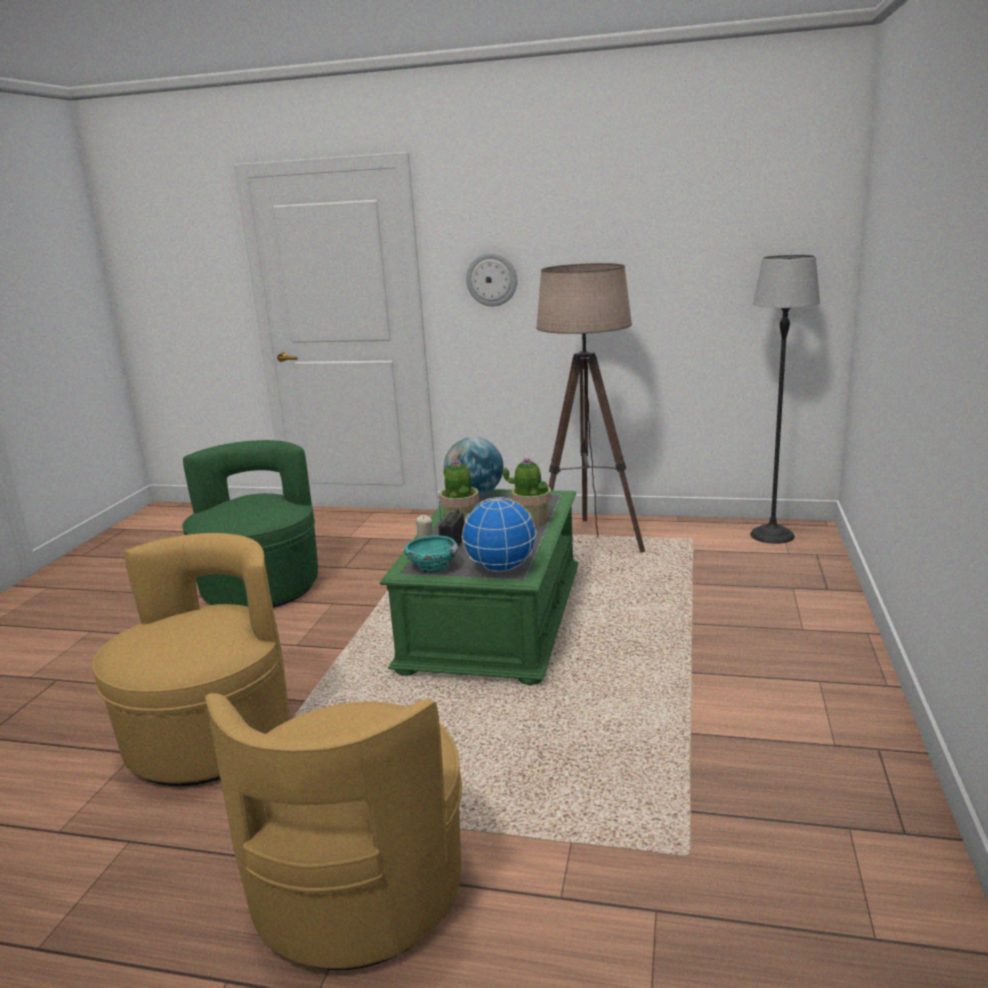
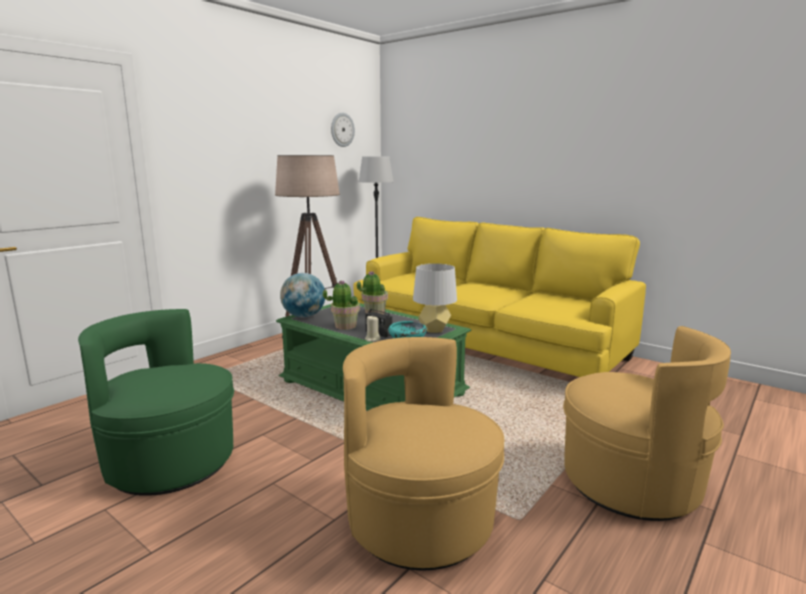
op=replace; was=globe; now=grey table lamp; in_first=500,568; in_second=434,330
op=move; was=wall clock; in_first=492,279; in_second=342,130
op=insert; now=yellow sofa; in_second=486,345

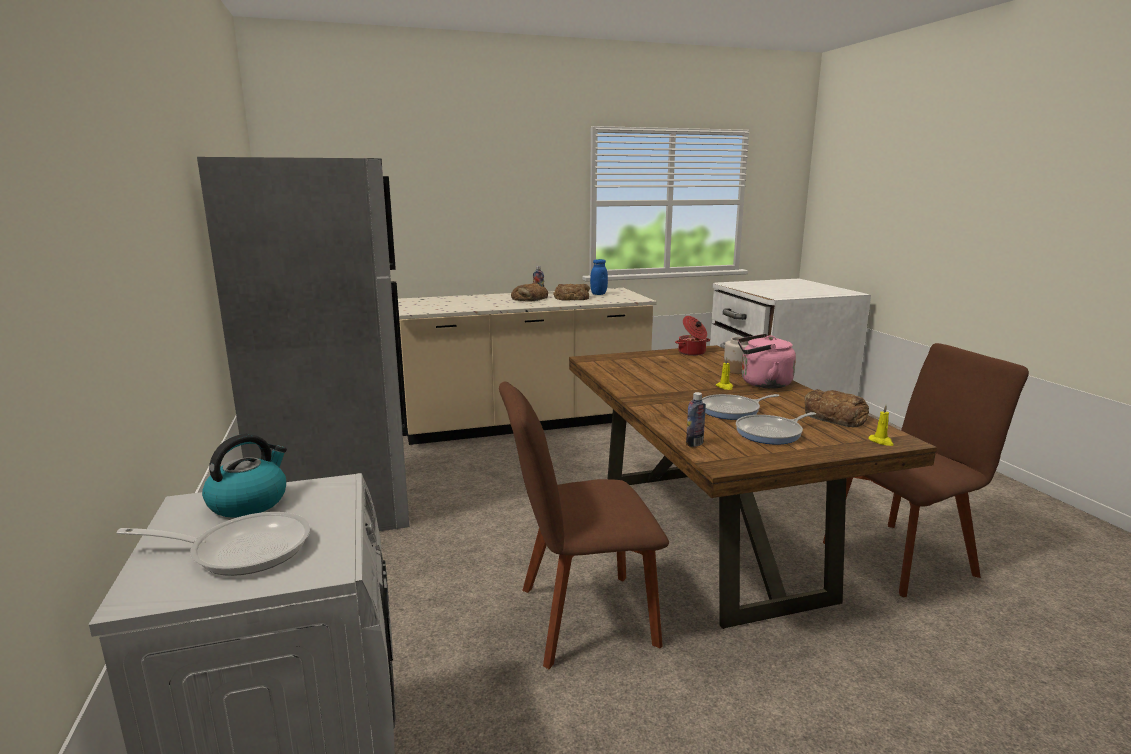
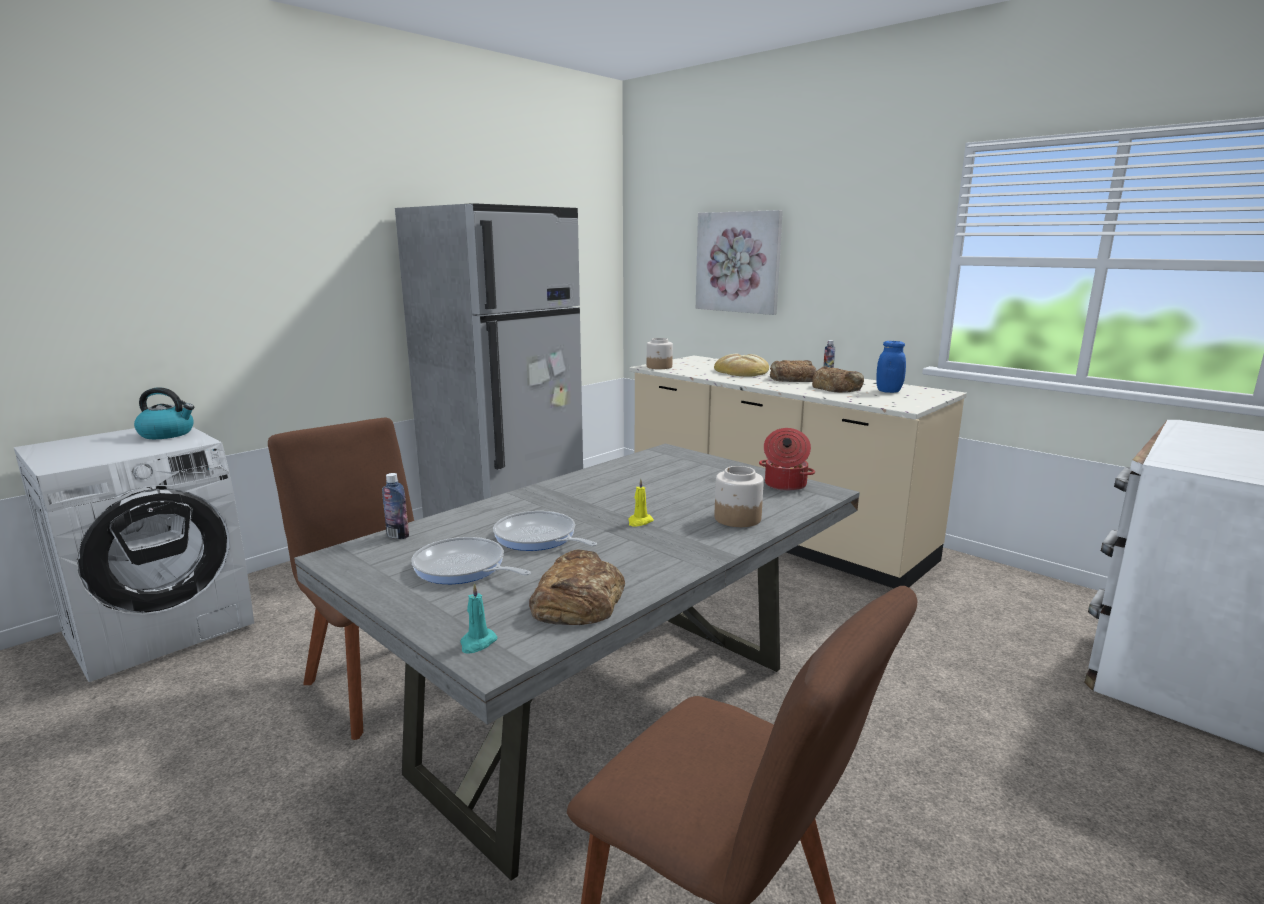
op=delete; was=frying pan; in_first=242,549
op=recolor; was=brown dining table; now=grey dining table; in_first=707,537; in_second=610,719
op=delete; was=pink kettle; in_first=762,384
op=recolor; was=yellow candle; now=turquoise candle; in_first=881,441; in_second=477,643
op=insert; now=jar; in_second=659,367
op=insert; now=picture; in_second=738,262
op=insert; now=bread; in_second=742,371

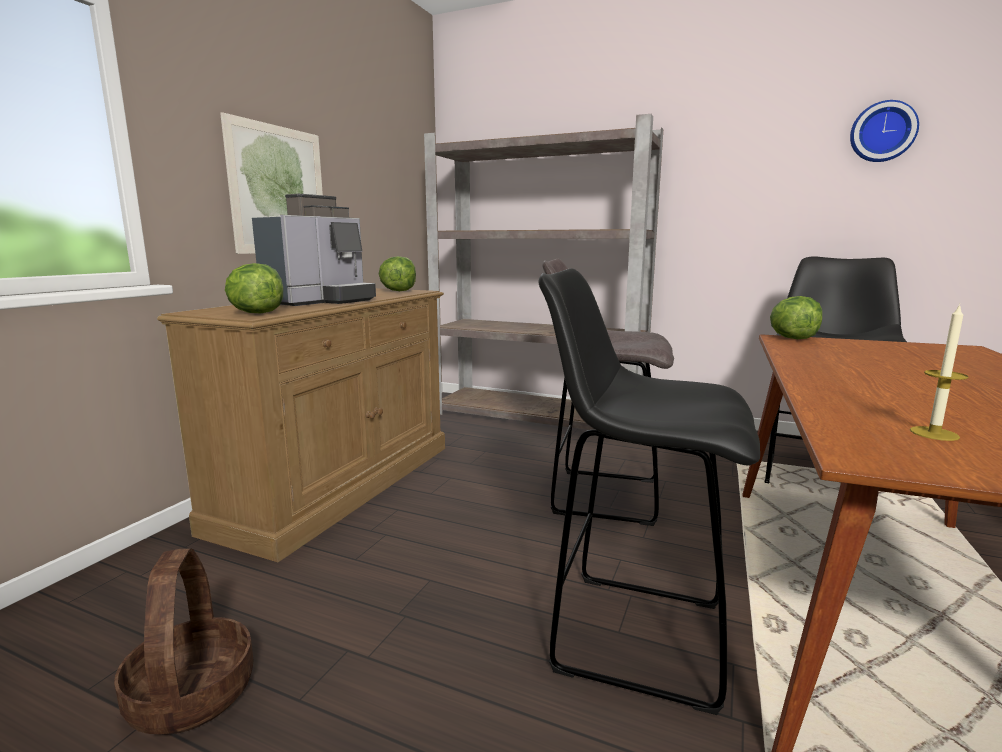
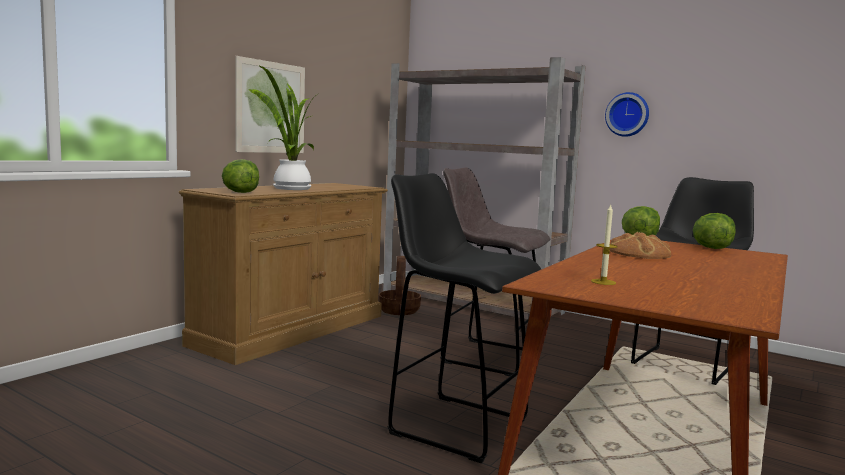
op=move; was=basket; in_first=191,694; in_second=398,310
op=replace; was=coffee machine; now=potted plant; in_first=321,301; in_second=289,188
op=move; was=lettuce; in_first=398,291; in_second=711,248
op=move; was=wall clock; in_first=882,132; in_second=627,114
op=insert; now=bread; in_second=639,253

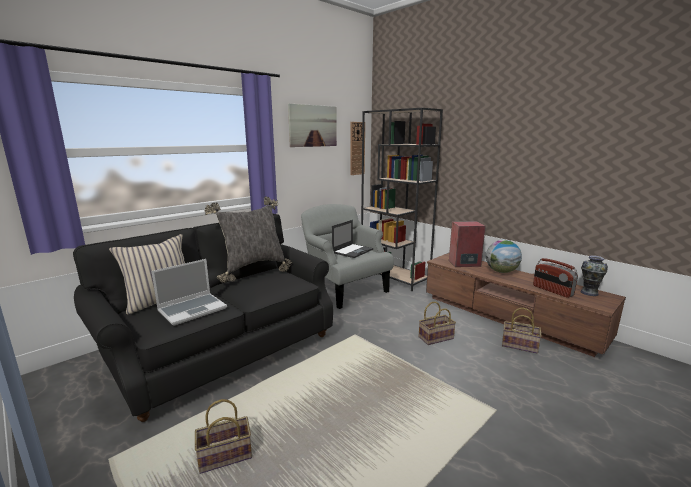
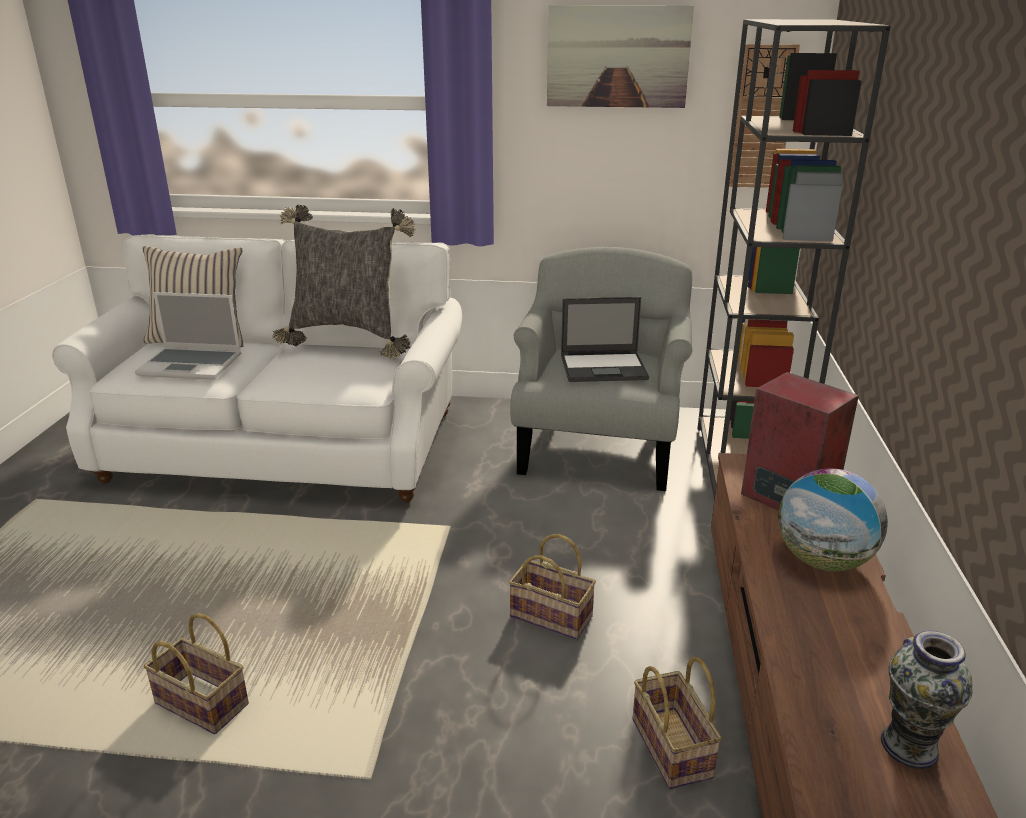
op=recolor; was=black sofa; now=white sofa; in_first=221,348; in_second=286,446
op=move; was=basket; in_first=224,457; in_second=199,704
op=delete; was=radio; in_first=552,290

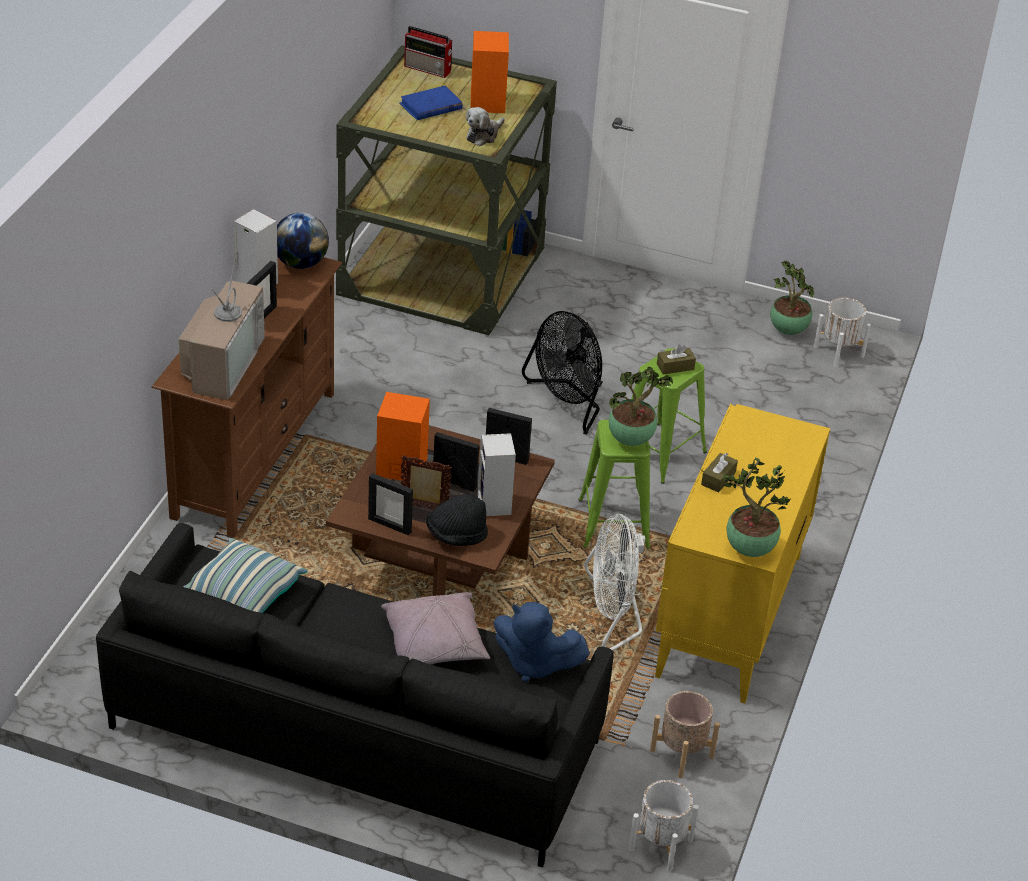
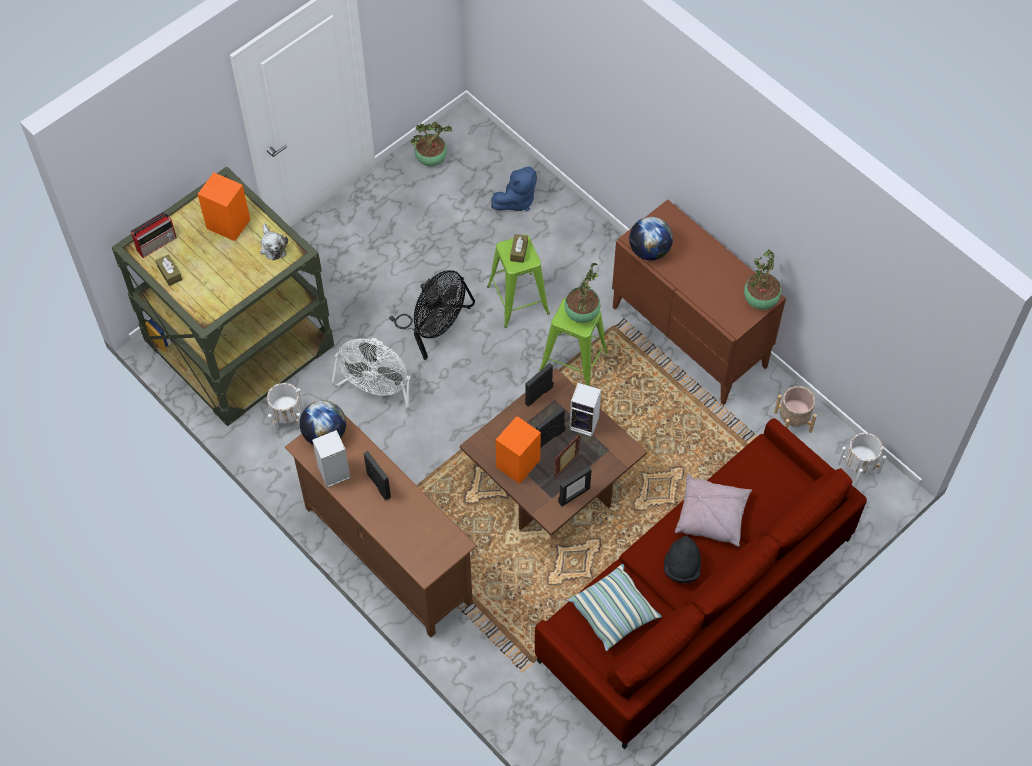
op=recolor; was=black sofa; now=red sofa; in_first=355,732; in_second=694,598
op=delete; was=television; in_first=222,363
op=delete; was=blue book; in_first=430,106
op=move; was=black hat; in_first=456,535; in_second=682,567
op=move; was=blue plush toy; in_first=534,663; in_second=516,200
op=rotate; was=black fan; in_first=570,399; in_second=433,327; clockwise=-45
op=move; was=white fan; in_first=620,611; in_second=376,383
op=recolor; was=yellow cabinet; now=brown cabinet; in_first=729,615; in_second=689,337
op=move; was=brown tissue box; in_first=718,478; in_second=169,273
op=move; was=white planter; in_first=838,351; in_second=287,418
op=insert; now=globe; in_second=649,250

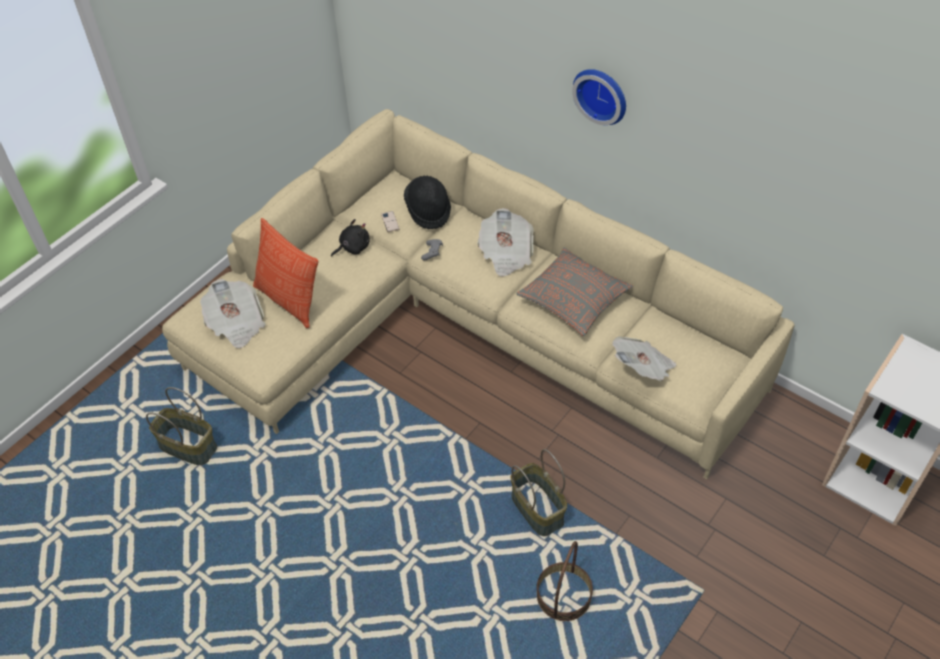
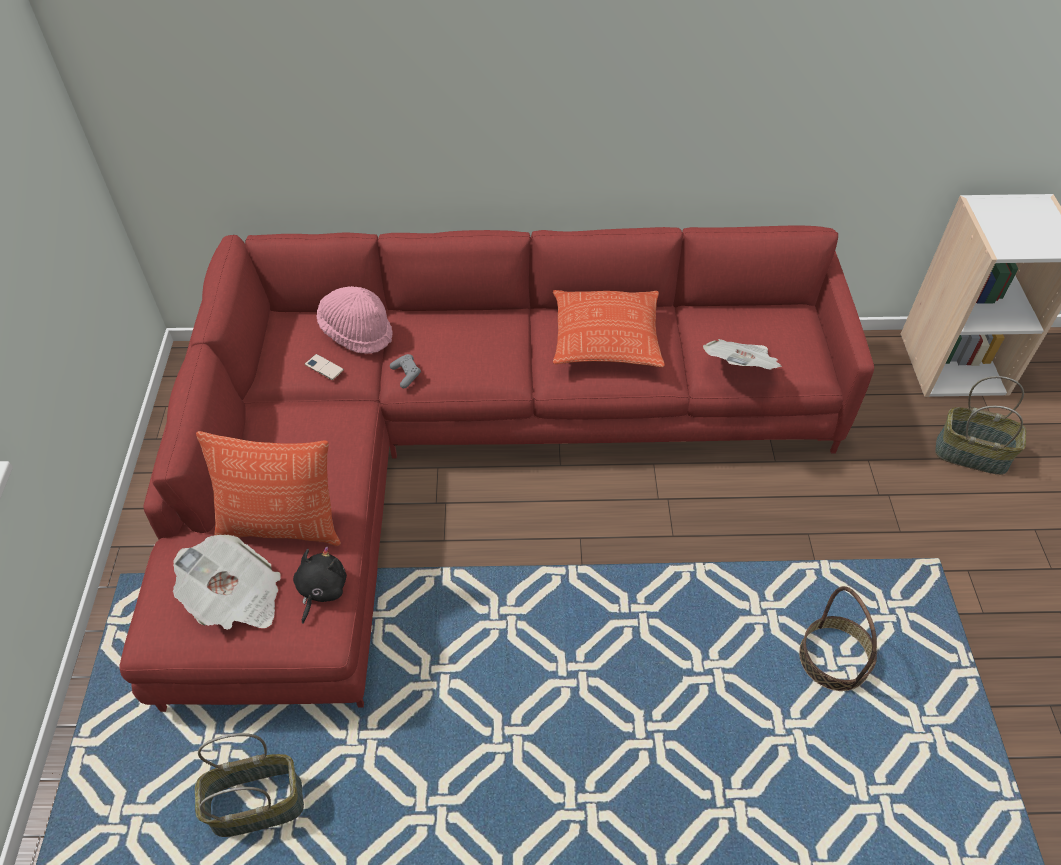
op=recolor; was=beige sofa; now=red sofa; in_first=461,325; in_second=463,449
op=move; was=black plush toy; in_first=353,247; in_second=321,590
op=recolor; was=black hat; now=pink hat; in_first=428,210; in_second=357,332
op=delete; was=newspaper; in_first=506,254
op=move; was=basket; in_first=538,509; in_second=972,453
op=recolor; was=grey pillow; now=orange pillow; in_first=573,300; in_second=605,340
op=delete; was=wall clock; in_first=602,94

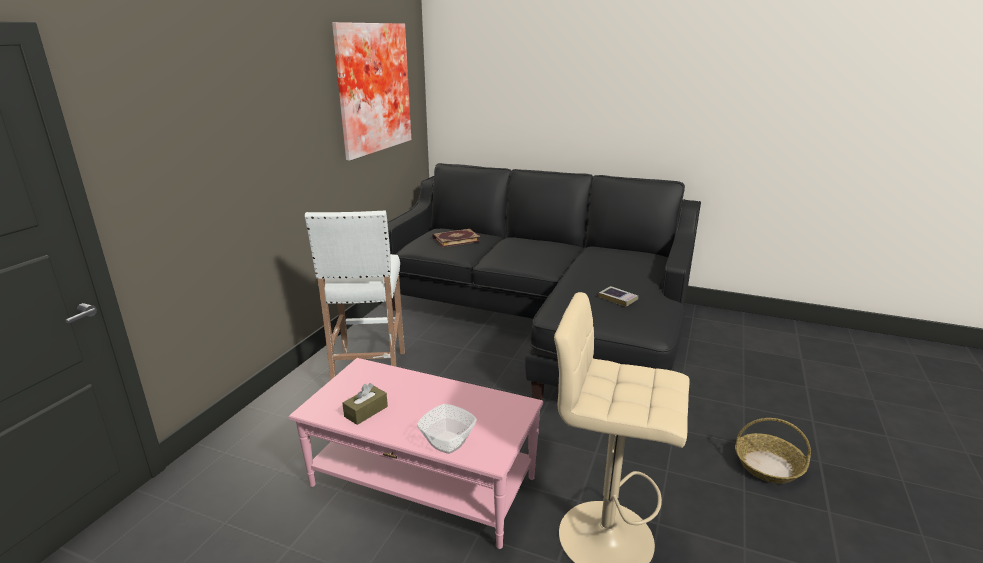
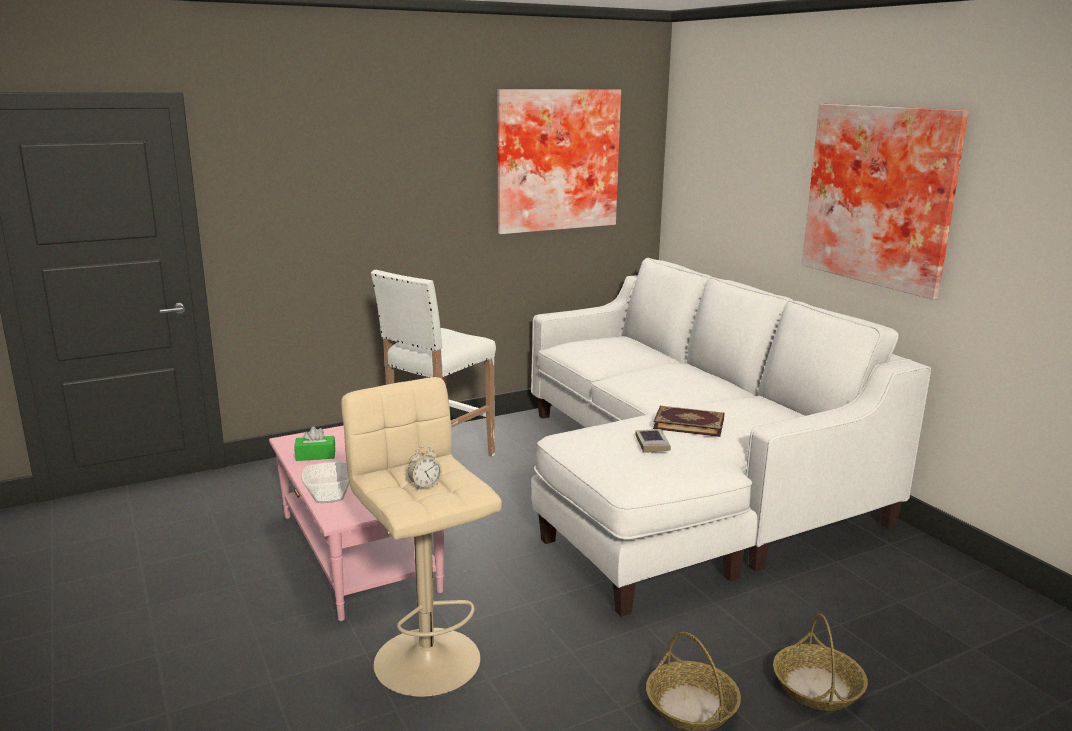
op=recolor; was=brown tissue box; now=green tissue box; in_first=366,411; in_second=315,455
op=recolor; was=black sofa; now=white sofa; in_first=546,322; in_second=680,480
op=move; was=book; in_first=456,239; in_second=689,423
op=insert; now=alarm clock; in_second=425,485
op=insert; now=basket; in_second=817,688
op=insert; now=picture; in_second=882,196

